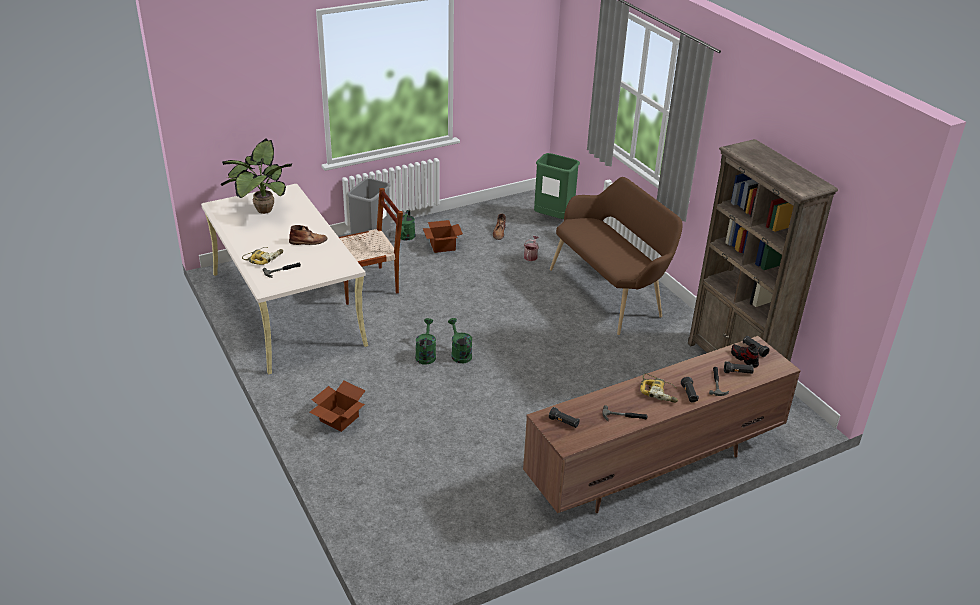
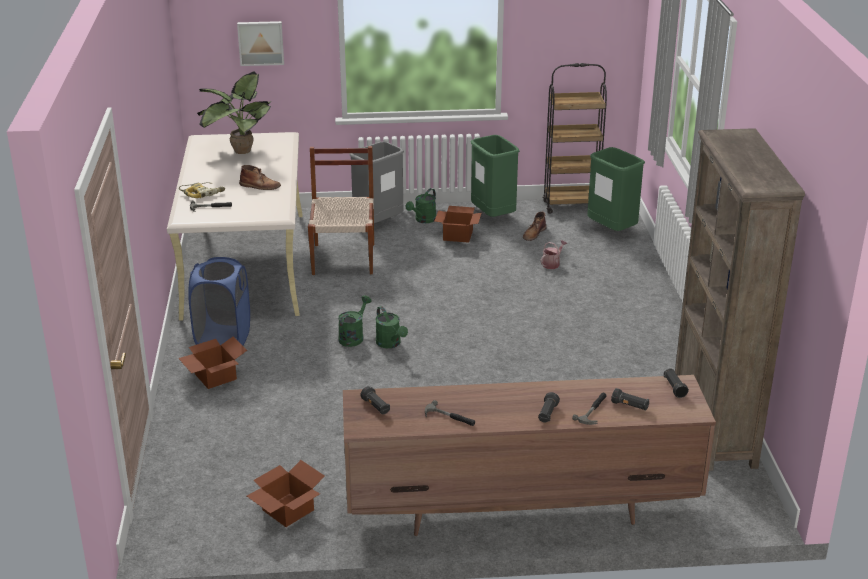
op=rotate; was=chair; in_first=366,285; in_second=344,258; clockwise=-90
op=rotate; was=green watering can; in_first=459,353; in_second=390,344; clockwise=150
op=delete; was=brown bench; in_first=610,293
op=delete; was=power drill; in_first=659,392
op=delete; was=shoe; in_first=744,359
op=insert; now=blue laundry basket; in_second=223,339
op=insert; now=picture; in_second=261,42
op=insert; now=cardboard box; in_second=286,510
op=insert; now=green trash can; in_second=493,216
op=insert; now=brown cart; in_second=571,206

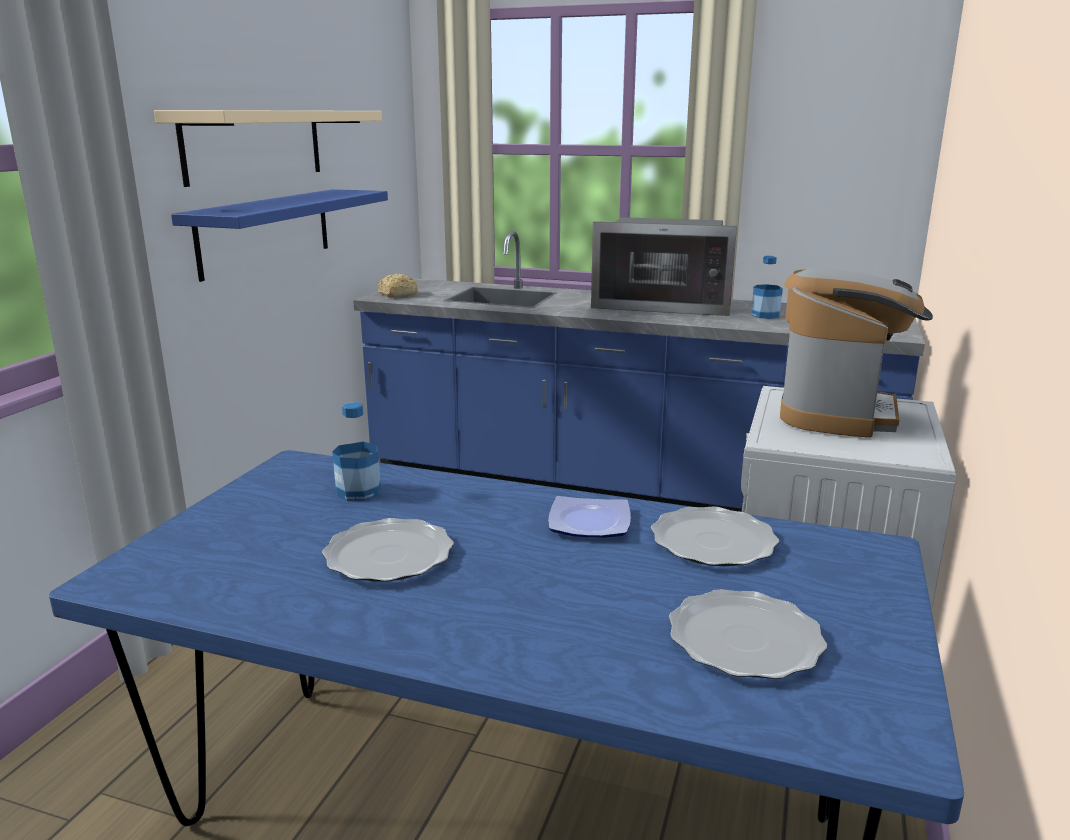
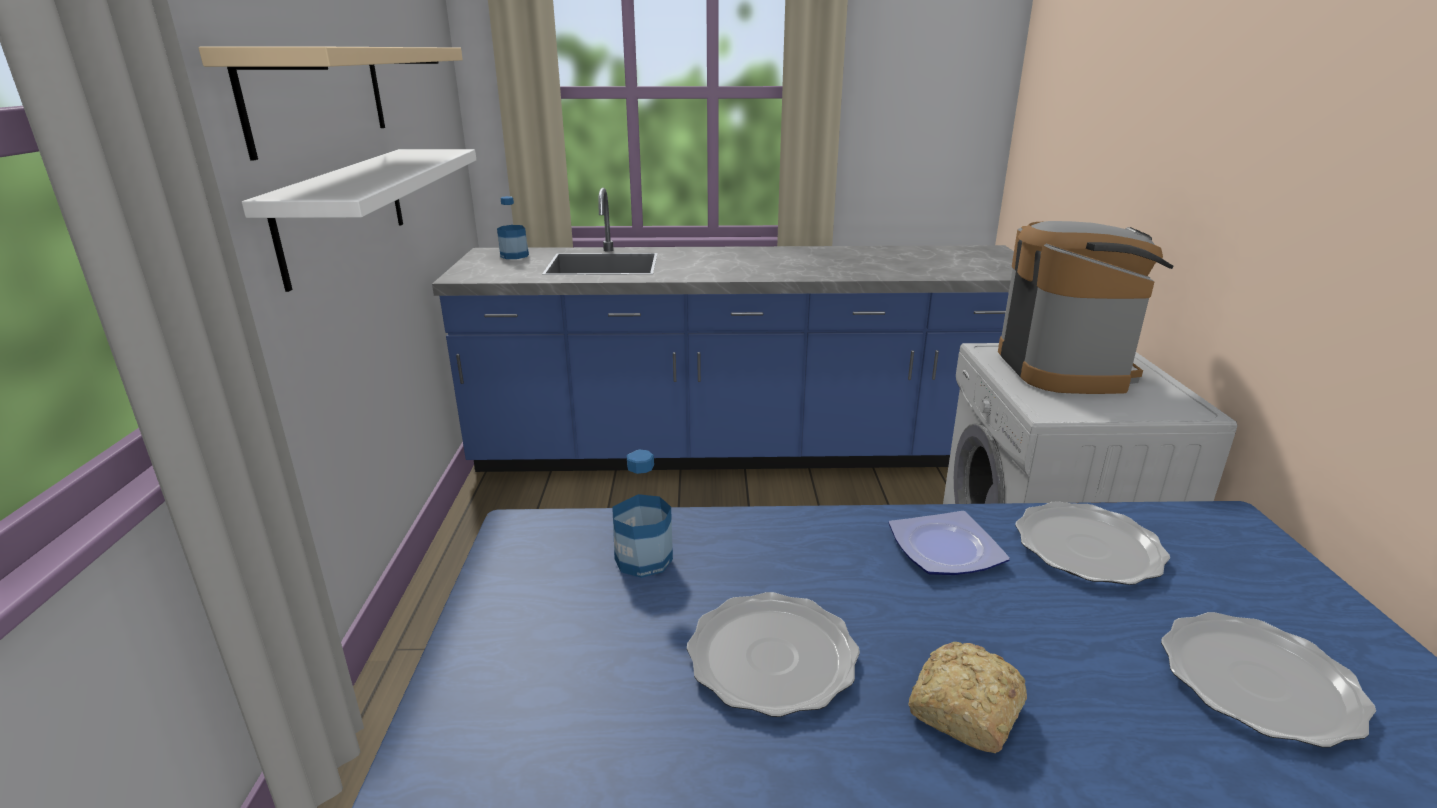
op=recolor; was=blue shelf; now=white shelf; in_first=266,231; in_second=344,212
op=move; was=bread; in_first=396,294; in_second=963,712
op=delete; was=microwave; in_first=663,304
op=move; was=bottle; in_first=765,315; in_second=514,255

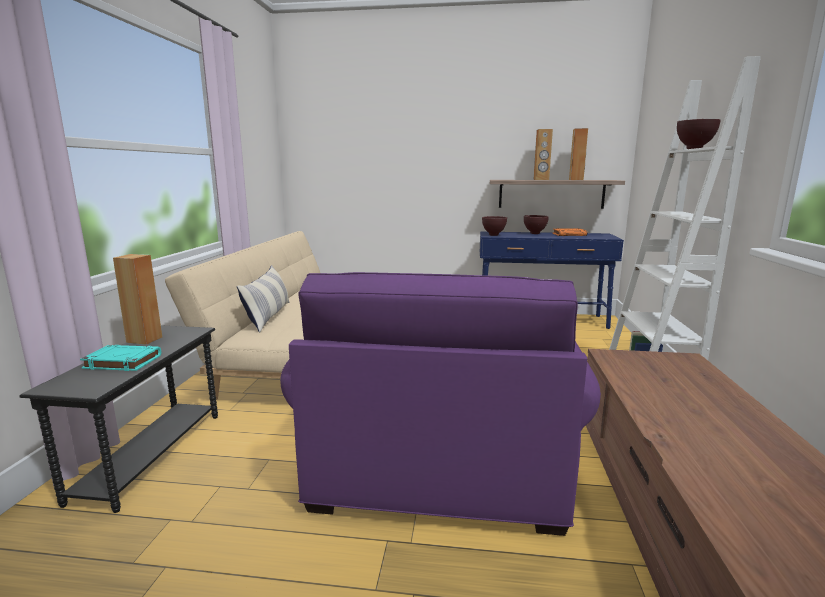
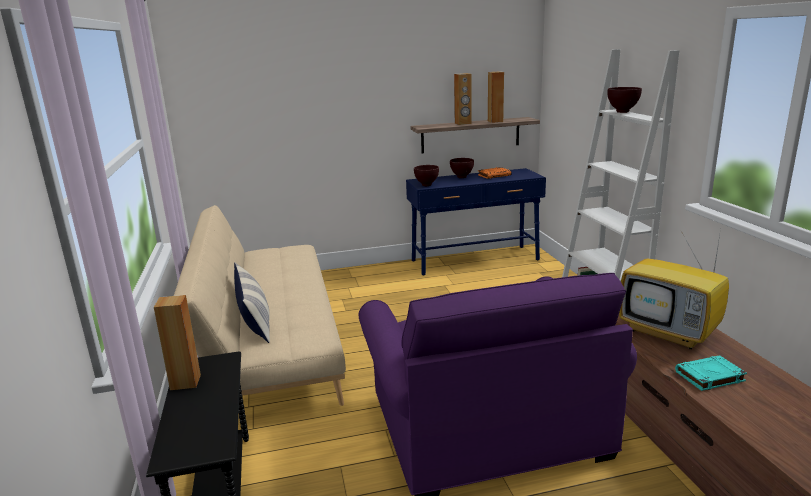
op=move; was=turquoise book; in_first=122,362; in_second=709,376
op=insert; now=television; in_second=670,333

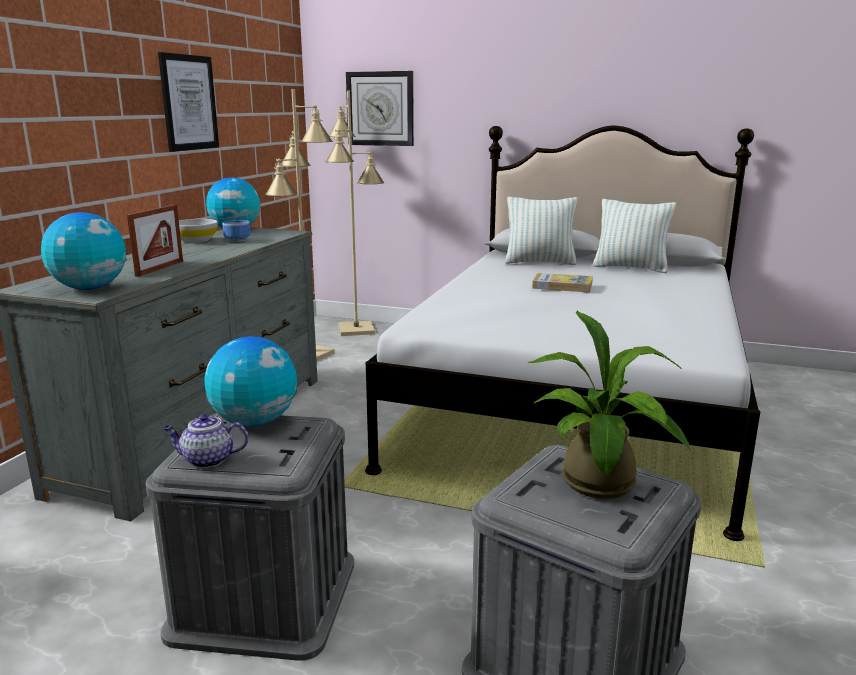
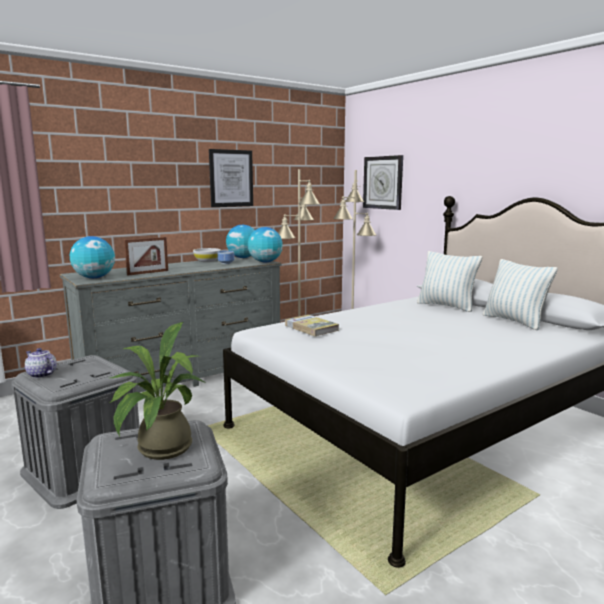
op=move; was=globe; in_first=255,422; in_second=265,262
op=move; was=book; in_first=562,286; in_second=311,328

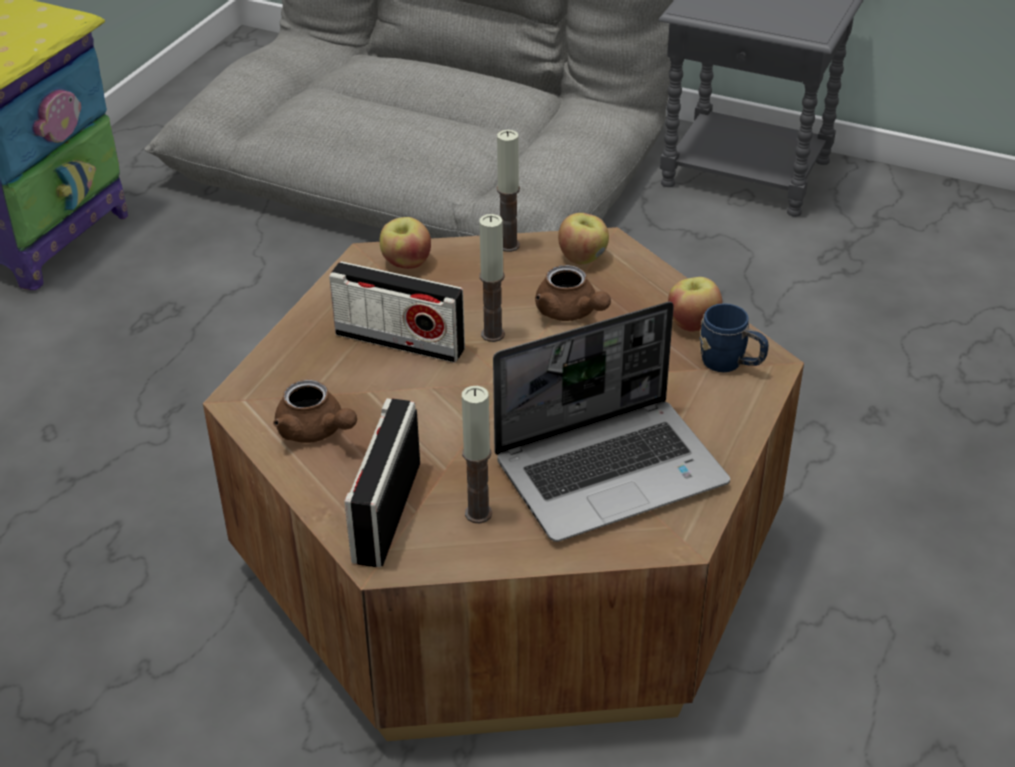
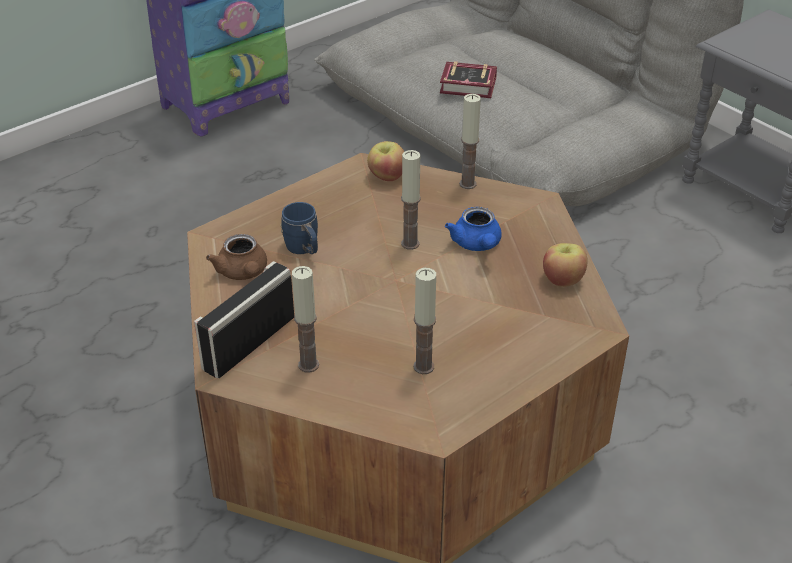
op=delete; was=radio; in_first=400,341
op=replace; was=laptop; now=candle; in_first=612,470; in_second=423,366
op=recolor; was=brown teapot; now=blue teapot; in_first=570,312; in_second=477,245
op=delete; was=apple; in_first=582,257
op=move; was=blue mug; in_first=730,364; in_second=304,250
op=insert; now=book; in_second=470,87

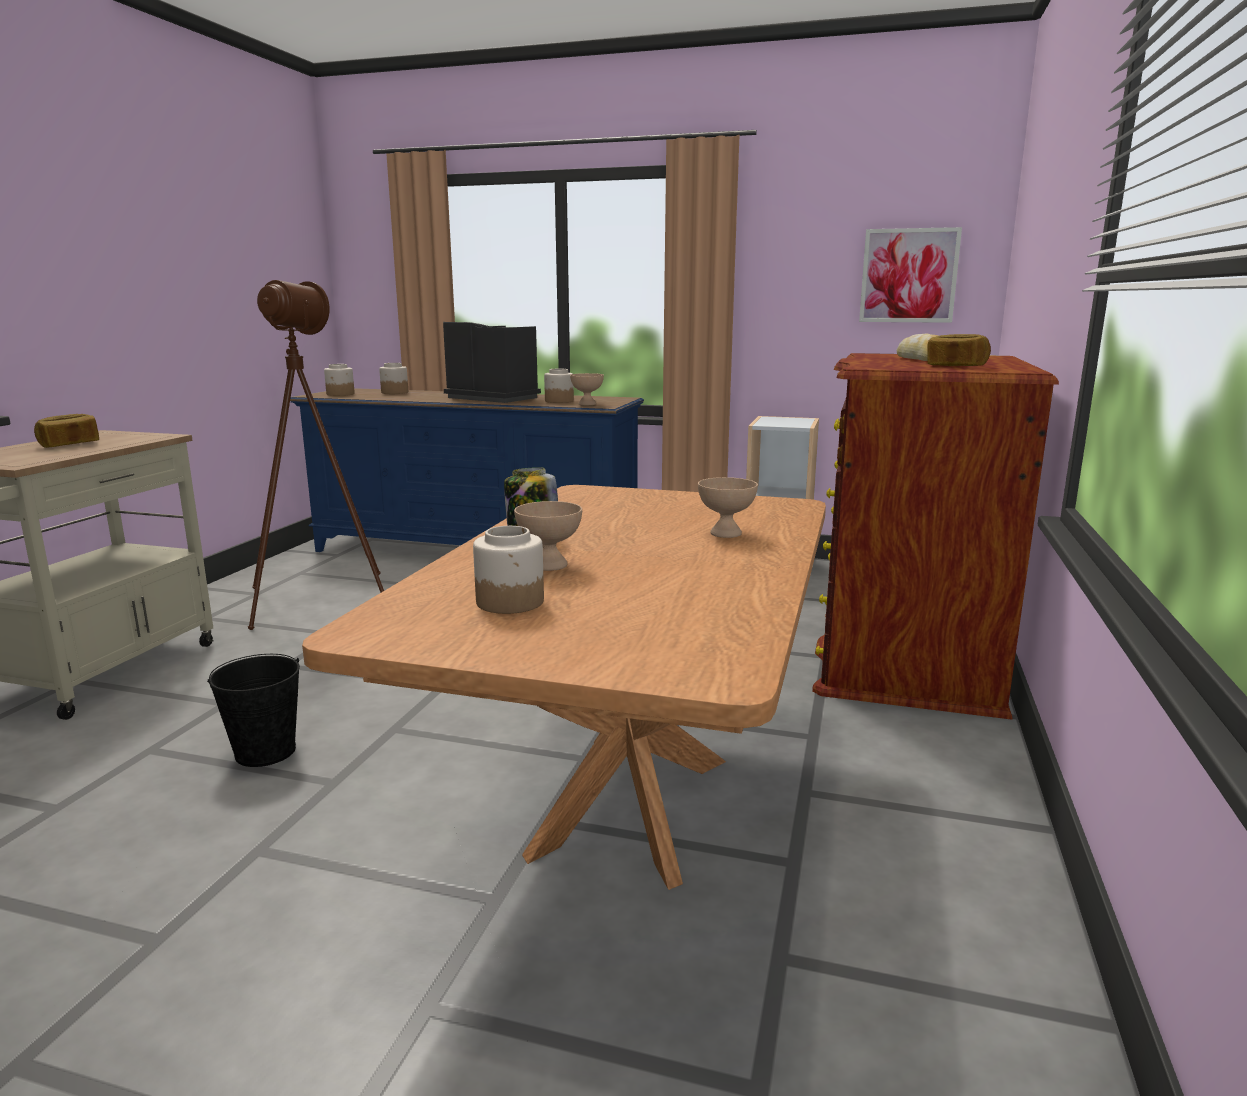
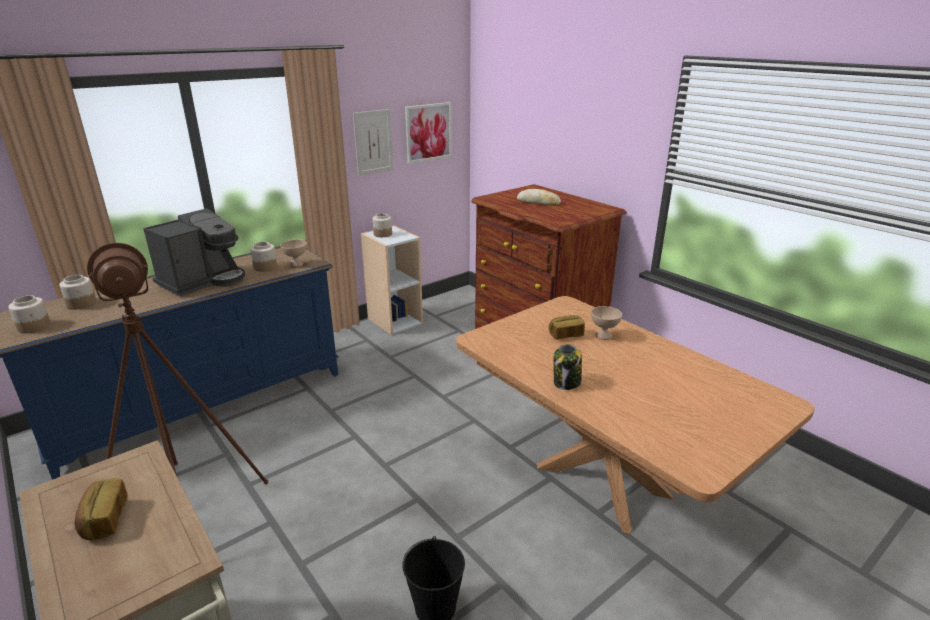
op=rotate; was=coffee machine; in_first=493,398; in_second=203,281; clockwise=150
op=move; was=jar; in_first=510,602; in_second=382,234
op=delete; was=beige bowl; in_first=549,565
op=move; was=bread; in_first=956,366; in_second=566,335
op=insert; now=picture; in_second=373,142

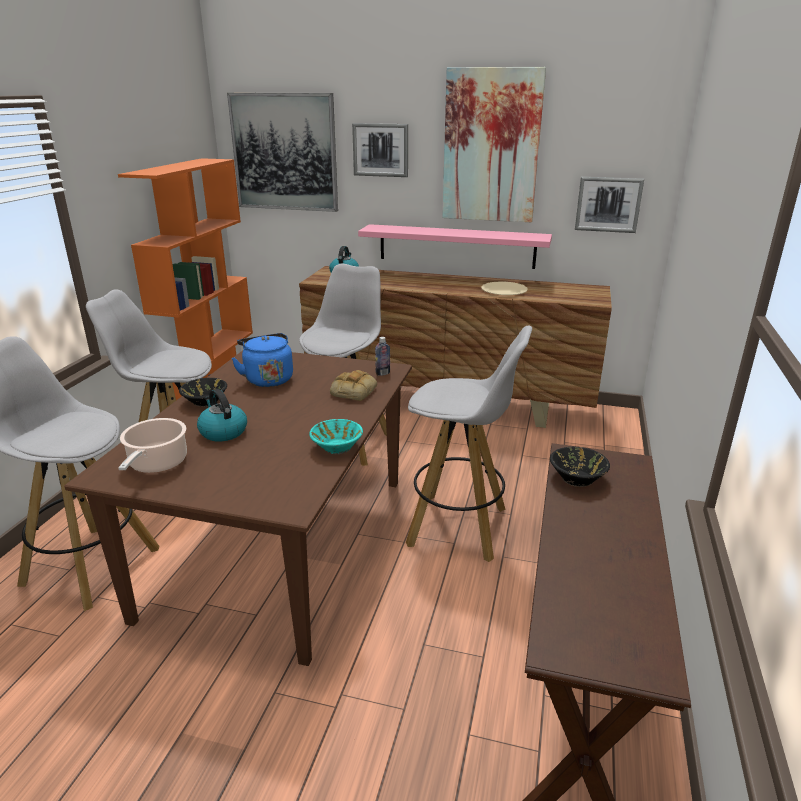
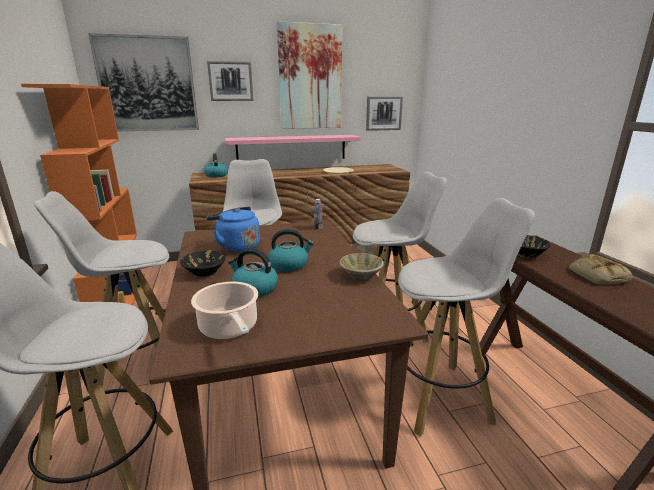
op=recolor; was=turquoise bowl; now=beige bowl; in_first=336,447; in_second=360,276
op=move; was=bread; in_first=353,391; in_second=596,275
op=insert; now=kettle; in_second=289,265
op=insert; now=white stool; in_second=439,397

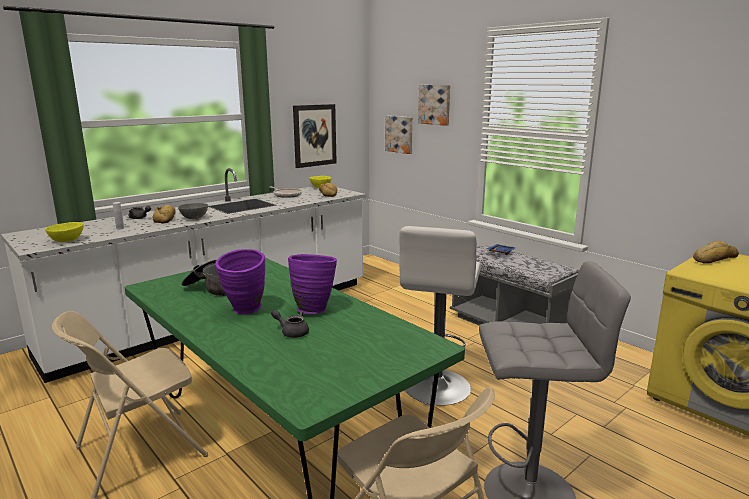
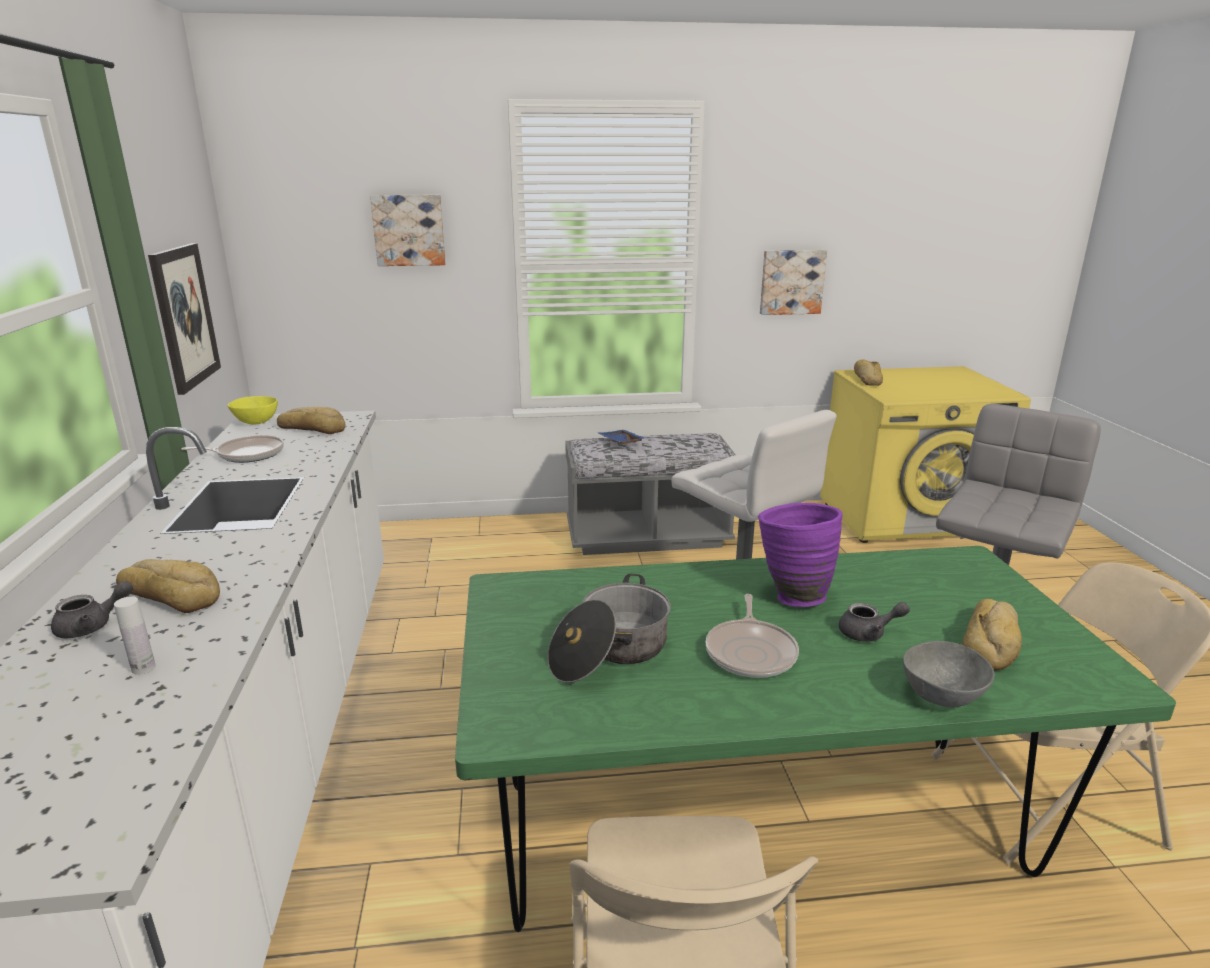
op=delete; was=yellow bowl; in_first=67,241
op=move; was=grey bowl; in_first=194,218; in_second=943,696
op=replace; was=purple vase; now=frying pan; in_first=244,311; in_second=751,652
op=rotate; was=grey teapot; in_first=292,332; in_second=868,633; clockwise=-150
op=move; was=picture; in_first=400,134; in_second=791,282
op=insert; now=bread; in_second=992,642

